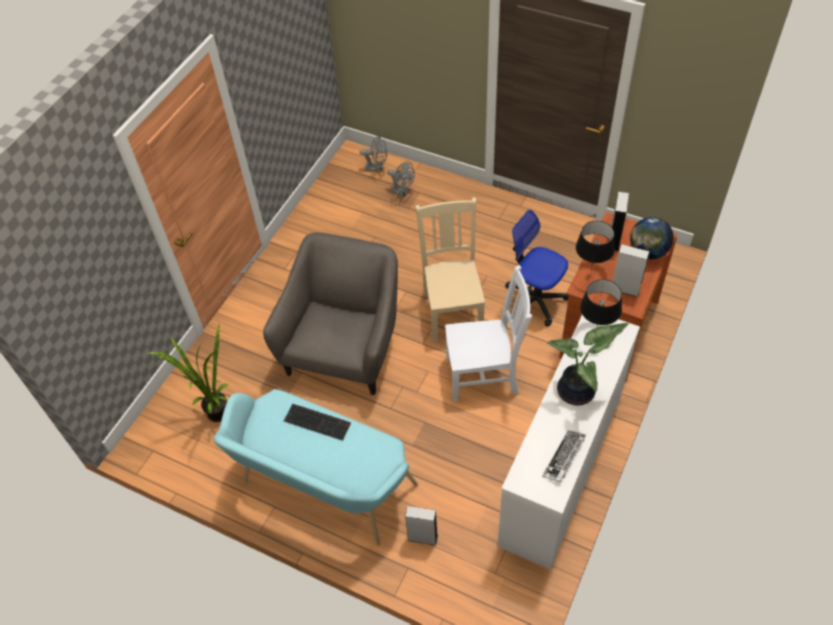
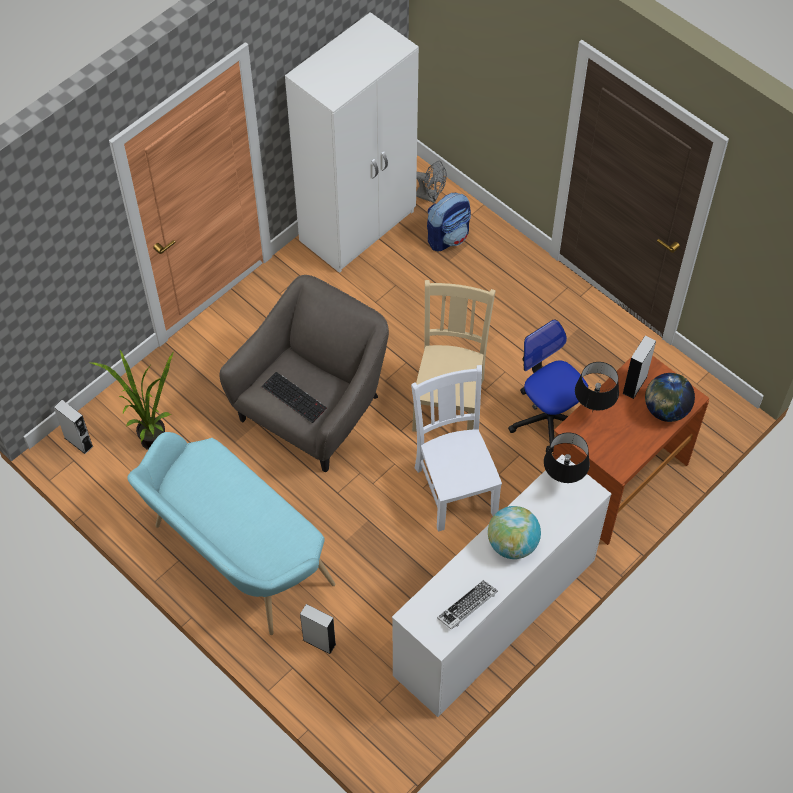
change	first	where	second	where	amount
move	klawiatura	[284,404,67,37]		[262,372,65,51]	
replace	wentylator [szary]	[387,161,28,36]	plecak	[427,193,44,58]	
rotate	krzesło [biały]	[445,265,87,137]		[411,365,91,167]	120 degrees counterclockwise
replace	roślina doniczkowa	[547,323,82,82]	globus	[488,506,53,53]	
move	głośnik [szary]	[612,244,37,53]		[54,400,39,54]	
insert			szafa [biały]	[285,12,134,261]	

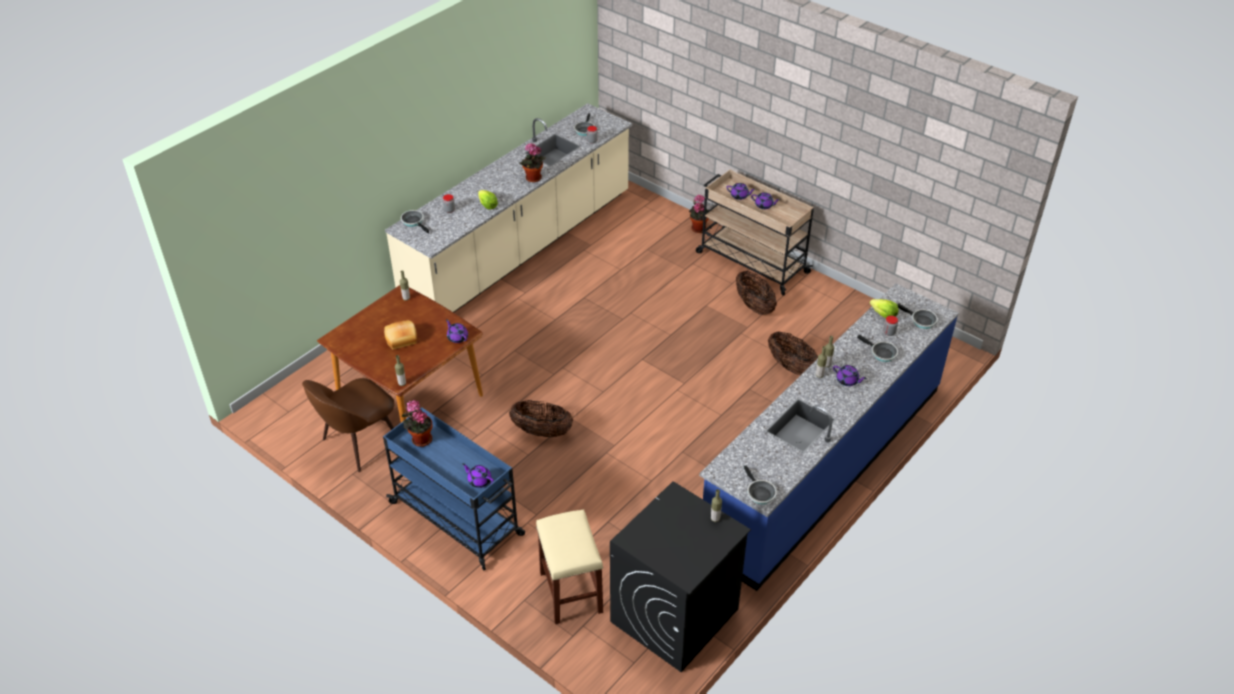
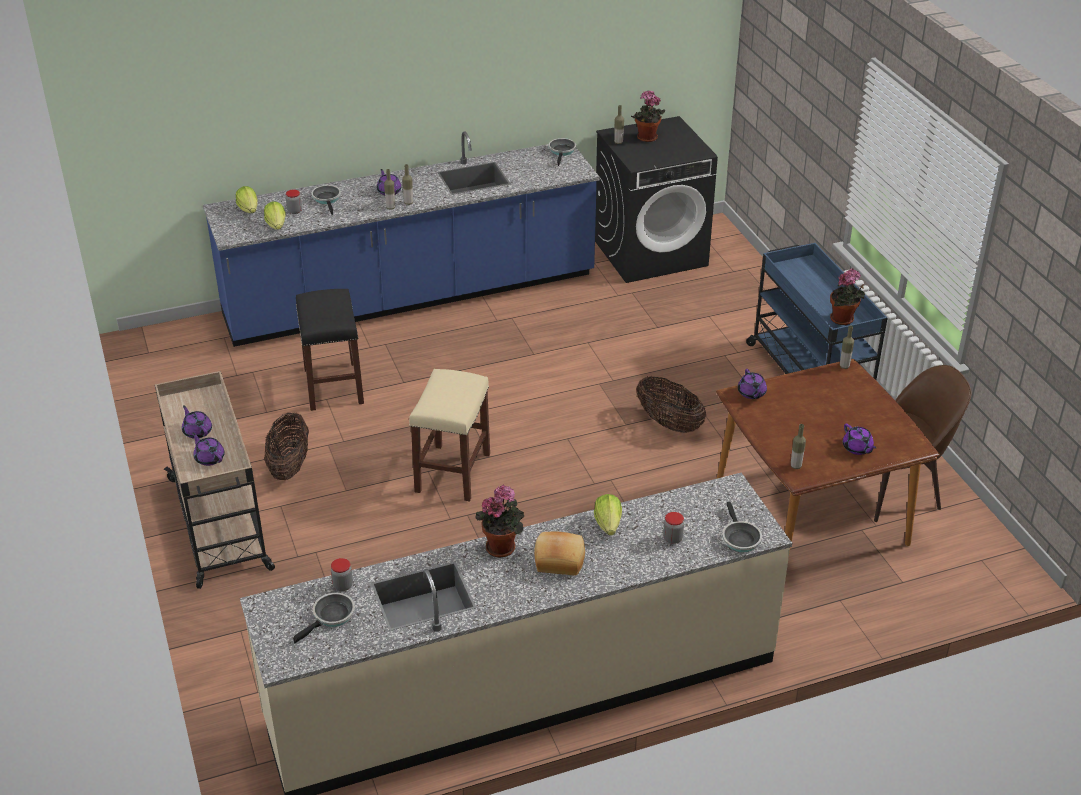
change	first	where	second	where	amount
move	chleb	[384,320,33,29]		[534,532,51,44]	
move	imbryk [fioletowy]	[462,463,32,25]		[843,424,33,31]	
move	stołek [beżowy]	[536,509,67,115]		[409,369,81,132]	
move	roślina doniczkowa	[689,194,20,39]		[631,90,34,52]	
replace	koszyk	[768,331,50,44]	stołek [czarny]	[296,289,68,122]	
replace	patelnia	[897,304,41,25]	sałata	[236,186,22,27]	

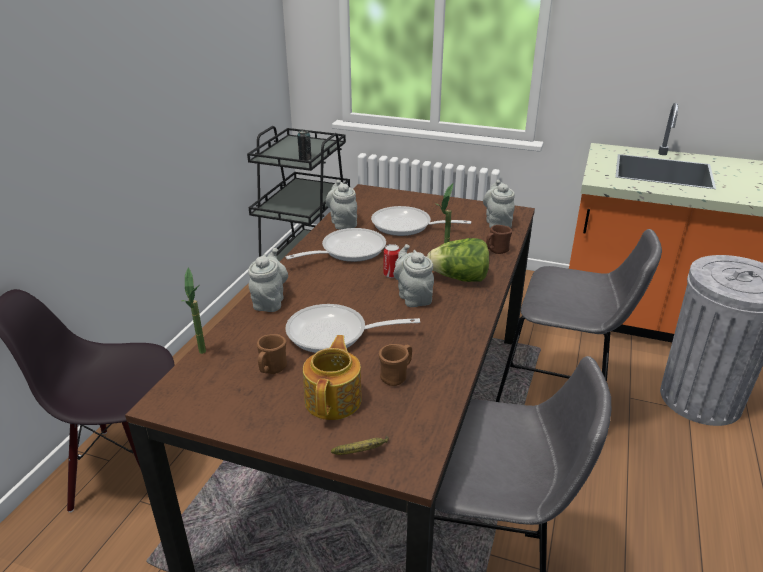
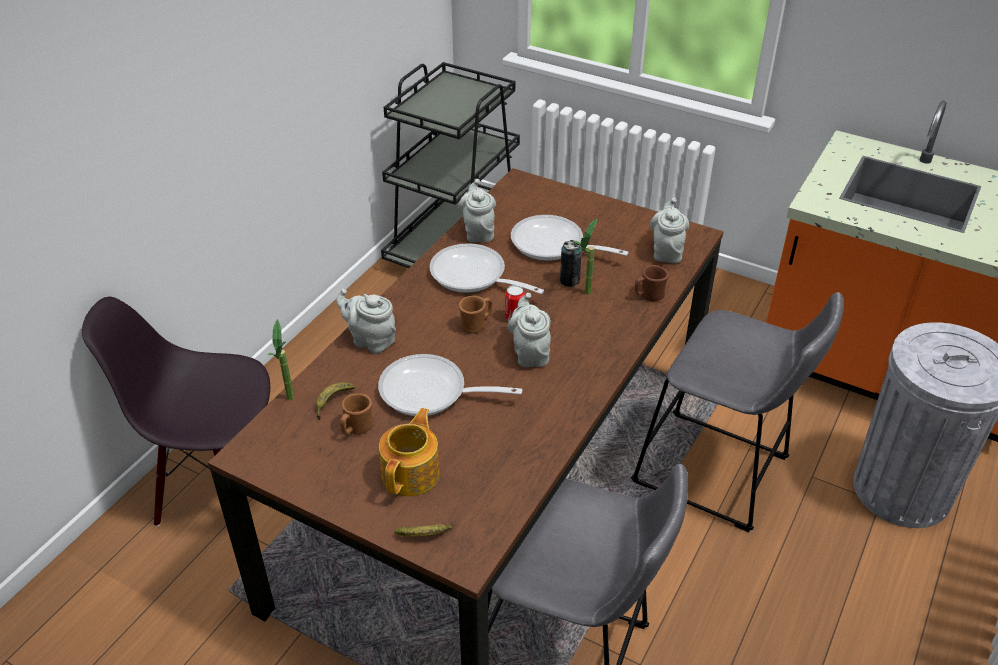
change	first	where	second	where	amount
rotate	imbryk [szary]	[248,248,40,64]		[336,289,60,65]	75 degrees counterclockwise
rotate	patelnia	[285,228,101,34]		[429,243,115,51]	120 degrees counterclockwise
move	puszka	[297,130,15,31]		[560,240,22,47]	
move	kubek [brązowy]	[379,344,33,42]		[459,296,33,38]	
delete	sałata	[427,238,62,44]			
insert			banan	[316,382,39,38]	

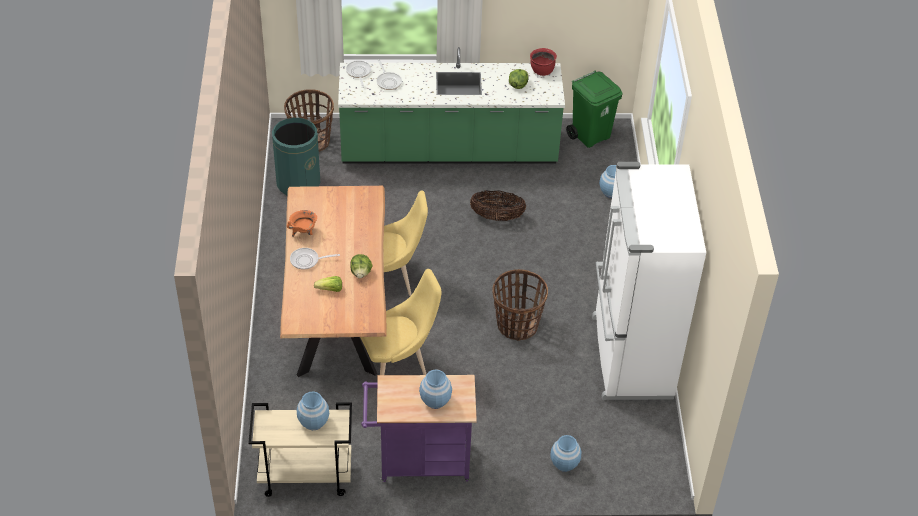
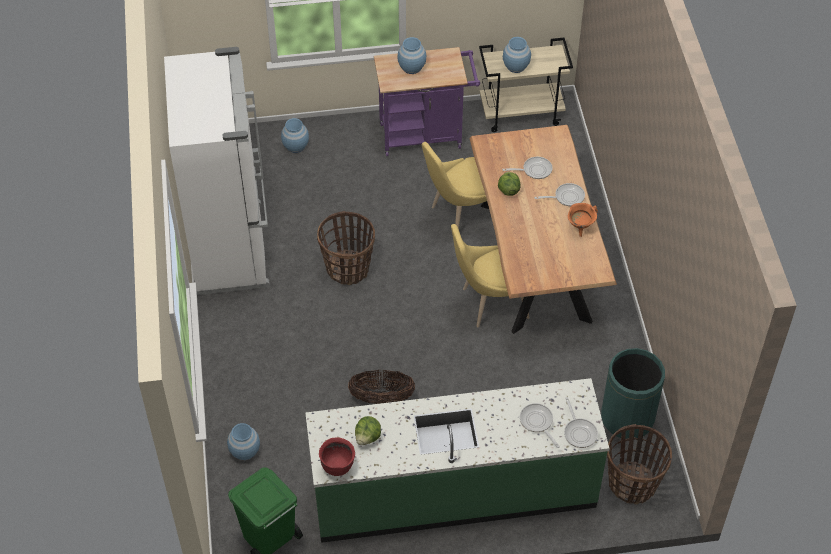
change	first	where	second	where	amount
replace	sałata	[314,276,28,16]	patelnia	[502,157,51,22]	

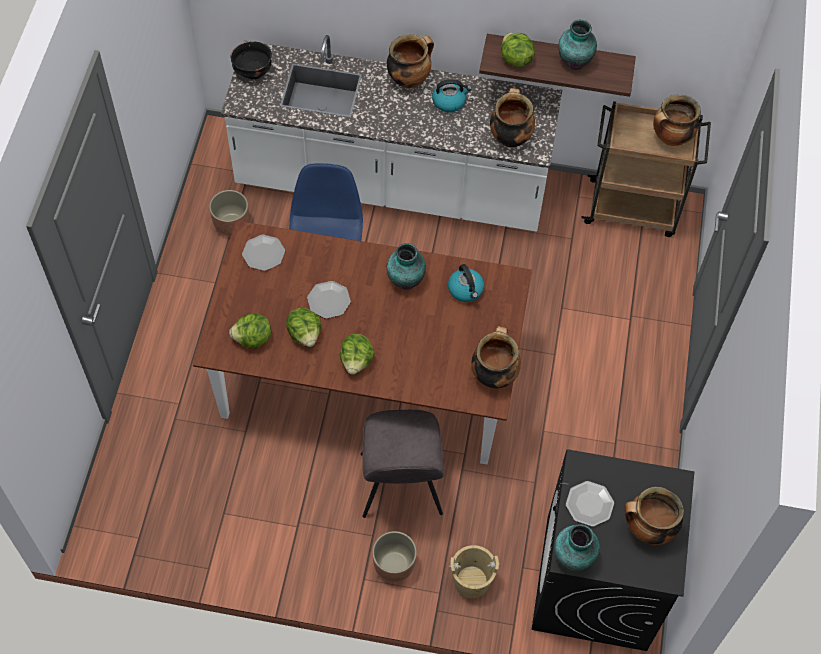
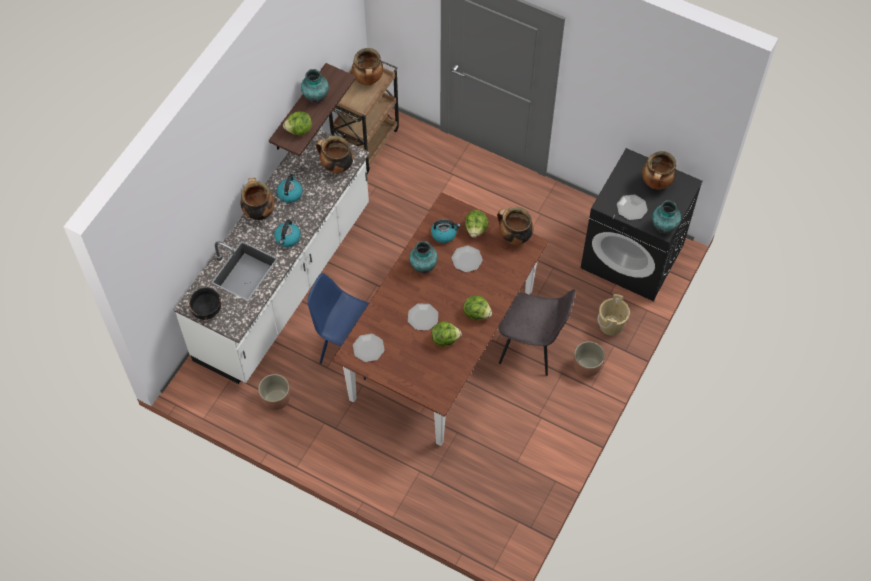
change	first	where	second	where	amount
move	sałata	[229,313,42,35]		[465,210,24,28]	
insert			czajnik	[274,219,27,28]	
insert			talerz	[451,246,32,26]	

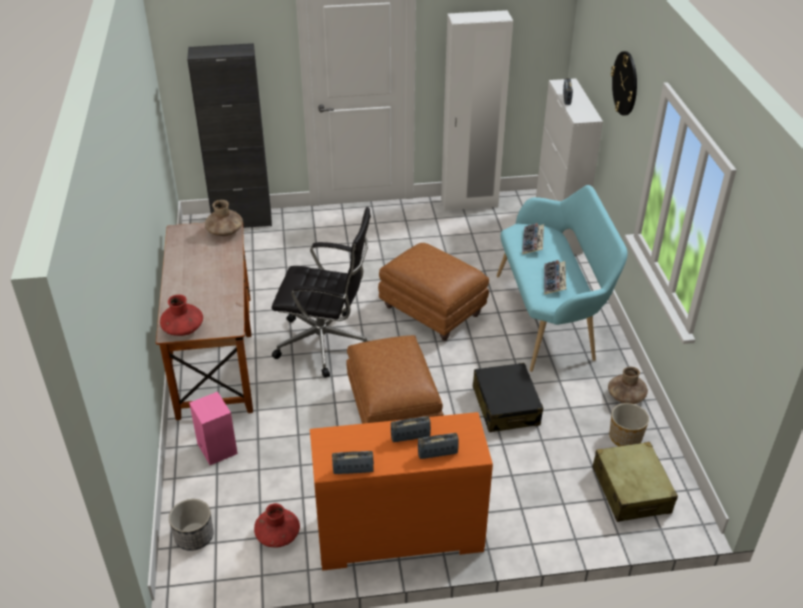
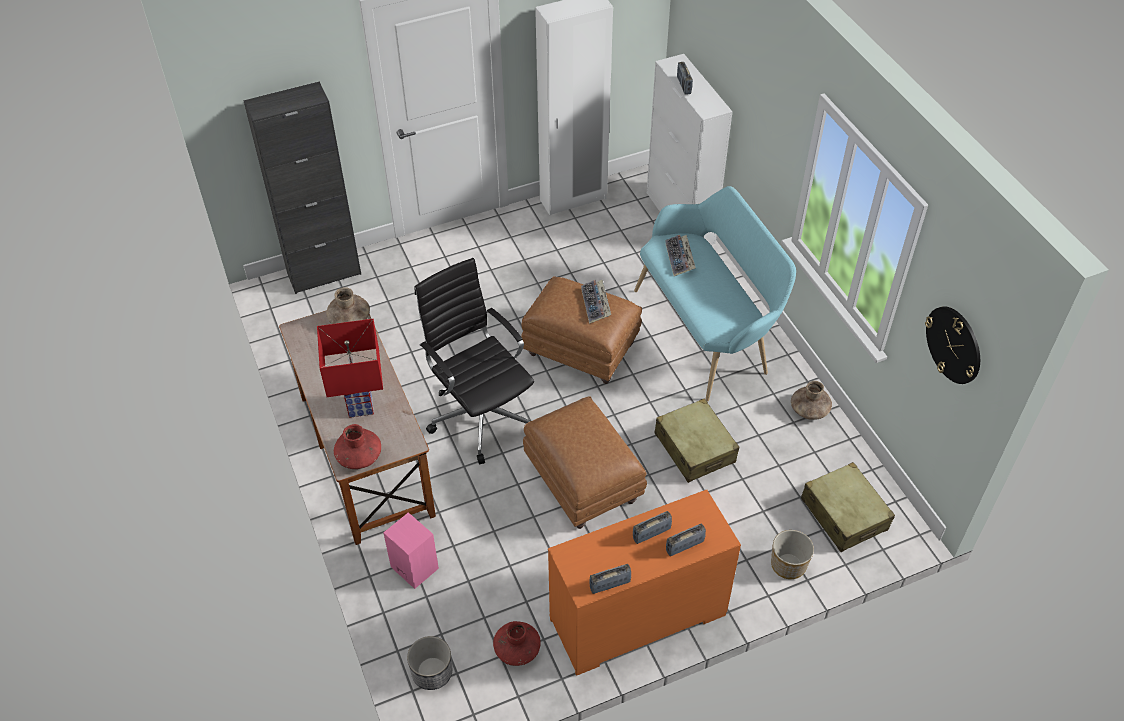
change	first	where	second	where	amount
rotate	krzesło biurowe [czarny]	[272,207,99,171]		[414,258,120,206]	120 degrees counterclockwise
recolor	walizka [czarny]	[473,363,70,69]	walizka [beżowy]	[654,398,85,85]	
move	klawiatura	[544,260,22,35]		[581,280,30,44]	
move	donica	[609,403,40,43]		[771,530,43,49]	
move	zegar ścienny	[611,51,26,65]		[925,306,55,78]	
insert			lampa stołowa [czerwony]	[317,319,66,99]	

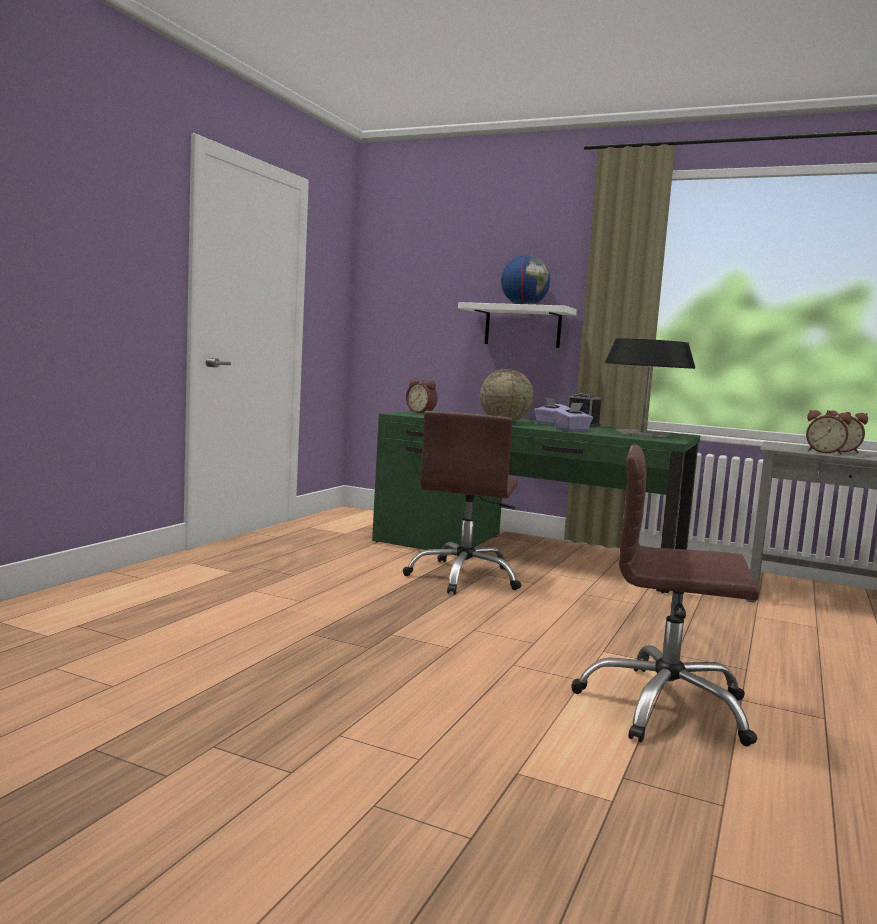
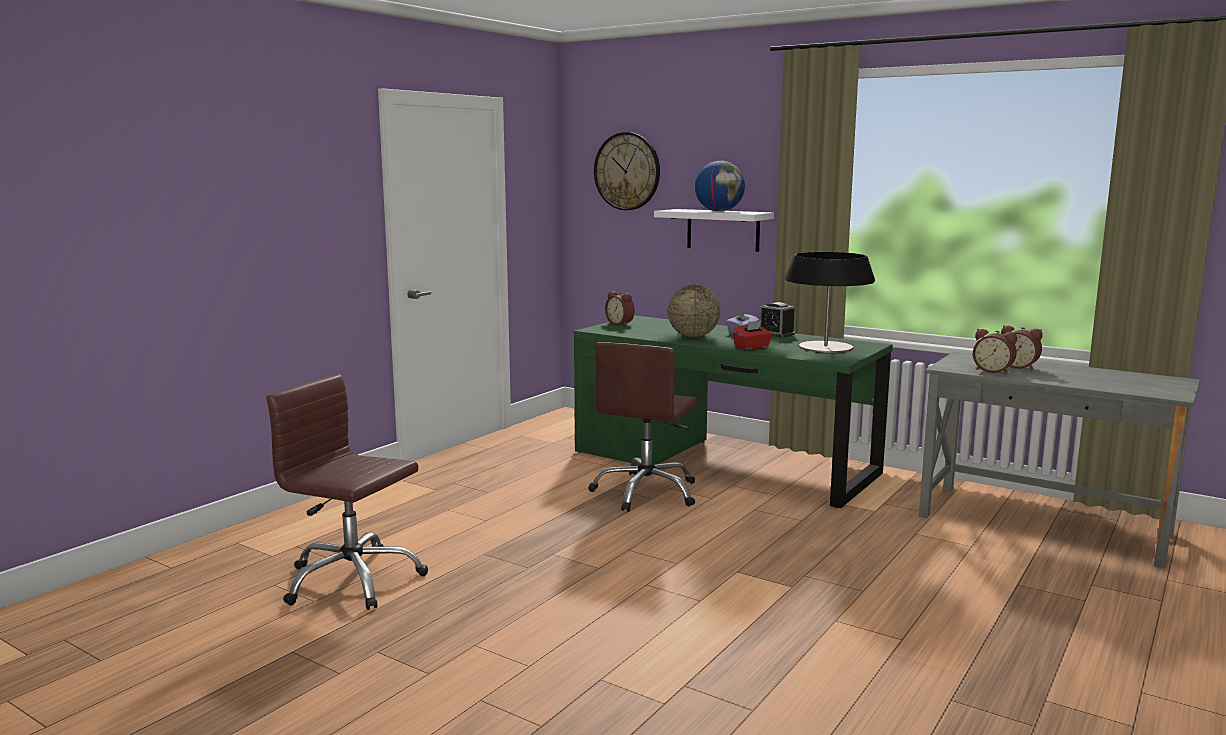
change	first	where	second	where	amount
recolor	pudełko chusteczek [fioletowy]	[554,403,39,28]	pudełko chusteczek [czerwony]	[732,321,41,29]	
move	krzesło biurowe [brązowy]	[571,444,188,303]		[266,374,162,236]	
insert			zegar ścienny	[594,132,66,78]	

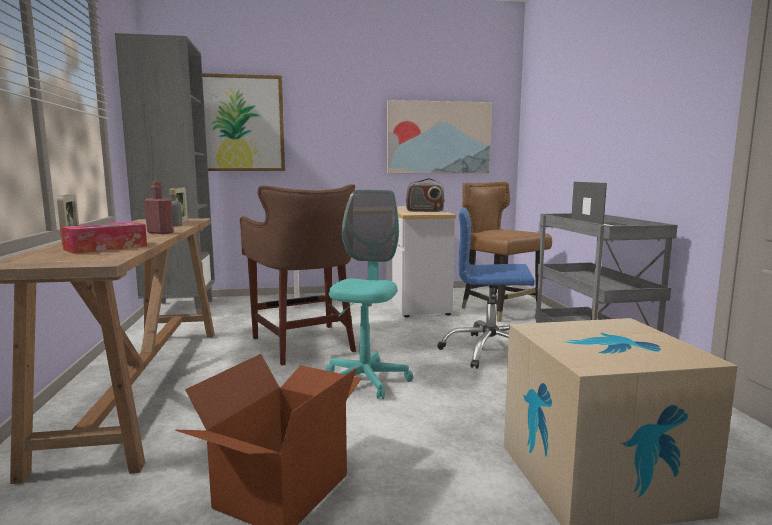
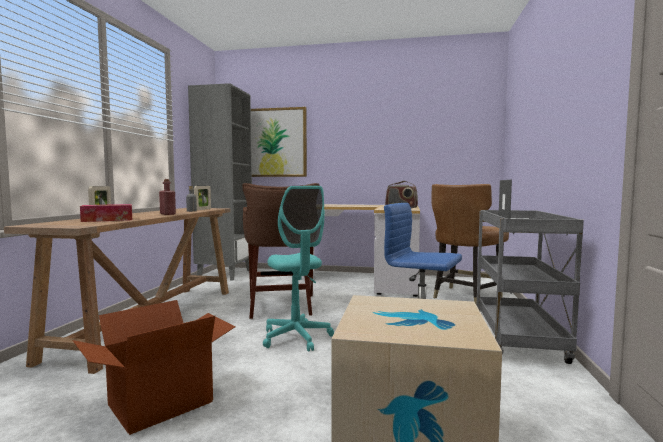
change	first	where	second	where	amount
rotate	krzesło biurowe [turkusowy]	[326,190,87,209]		[263,186,71,166]	120 degrees clockwise
delete	obraz	[387,100,105,73]			
rotate	krzesło [brązowy]	[462,182,90,140]		[431,184,78,121]	120 degrees counterclockwise

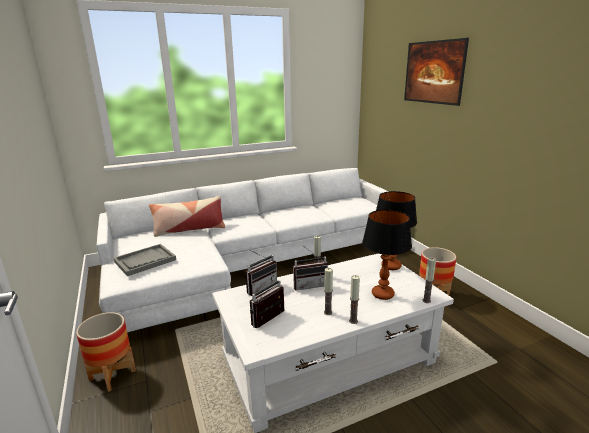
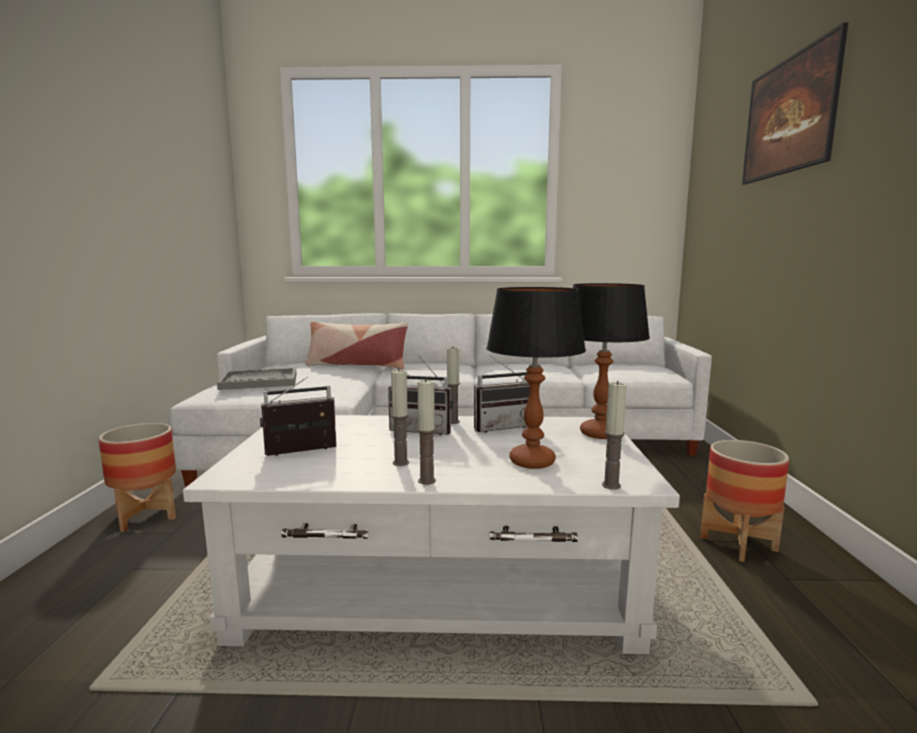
change	first	where	second	where	amount
move	radio	[245,251,32,45]		[474,355,56,77]	

